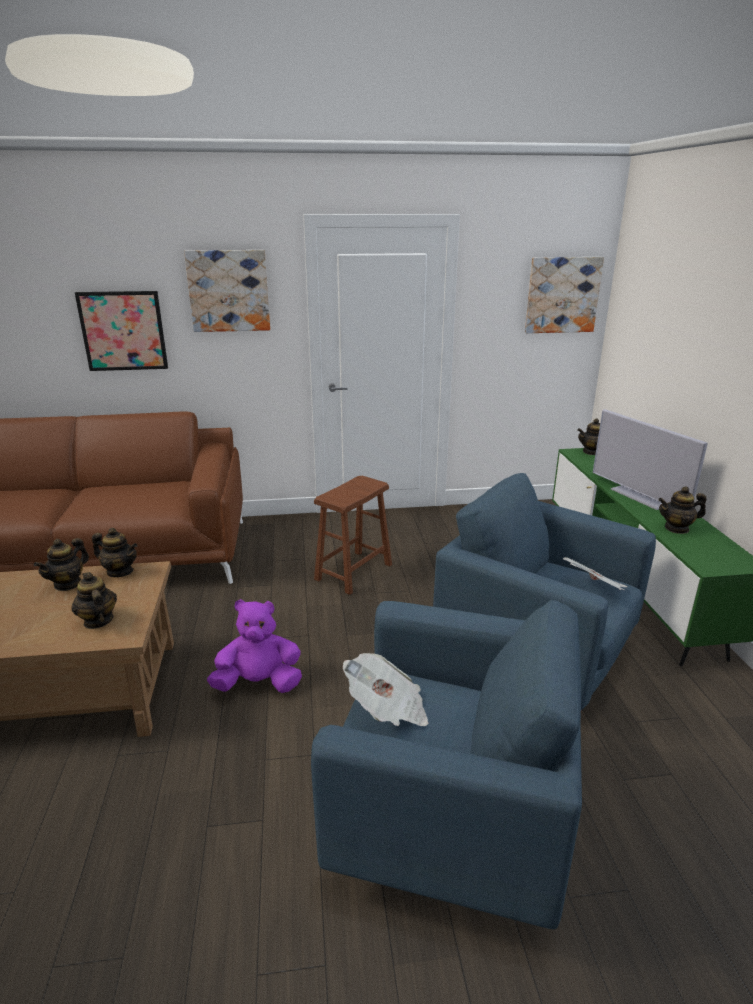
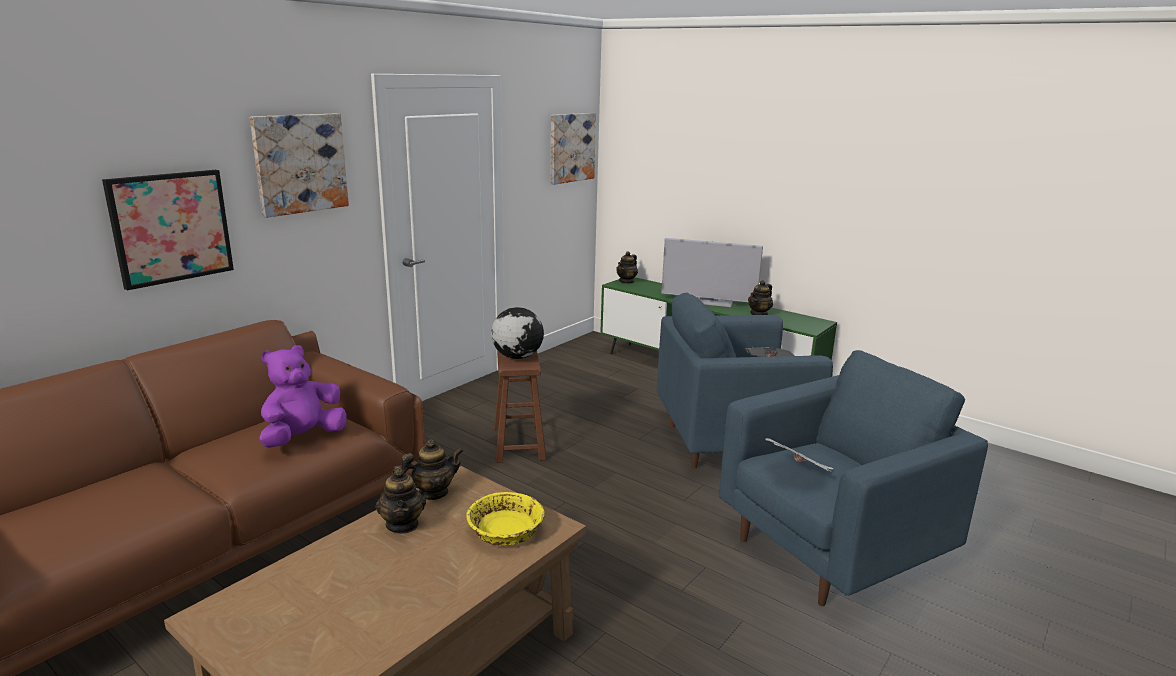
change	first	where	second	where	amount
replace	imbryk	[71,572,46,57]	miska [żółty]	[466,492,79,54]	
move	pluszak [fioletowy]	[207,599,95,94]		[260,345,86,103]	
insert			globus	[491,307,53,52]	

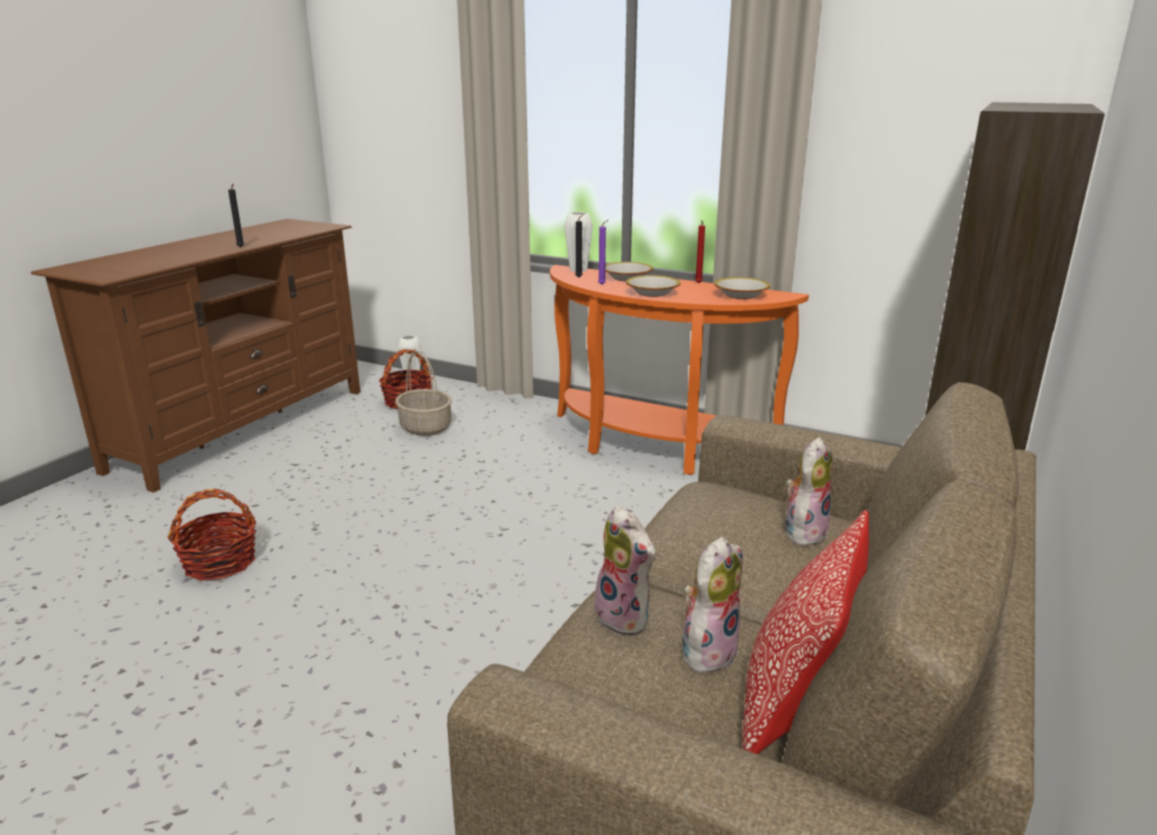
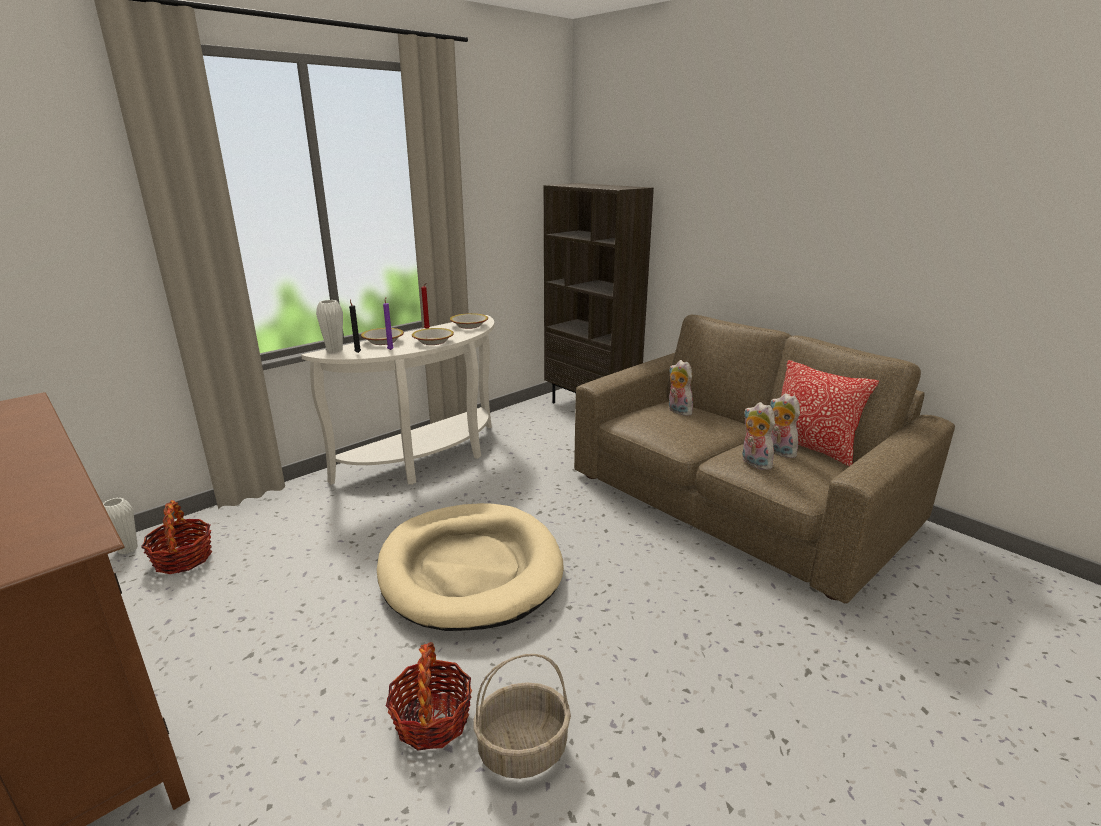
change	first	where	second	where	amount
delete	świeca [czarny]	[228,184,16,63]			
move	koszyk	[395,351,57,85]		[473,654,98,125]	
recolor	stolik konsolowy [pomarańczowy]	[550,265,259,210]	stolik konsolowy [biały]	[301,315,193,170]	
rotate	pluszak	[594,505,61,131]		[742,402,33,68]	105 degrees counterclockwise
insert			legowisko [beżowy]	[377,503,187,128]	

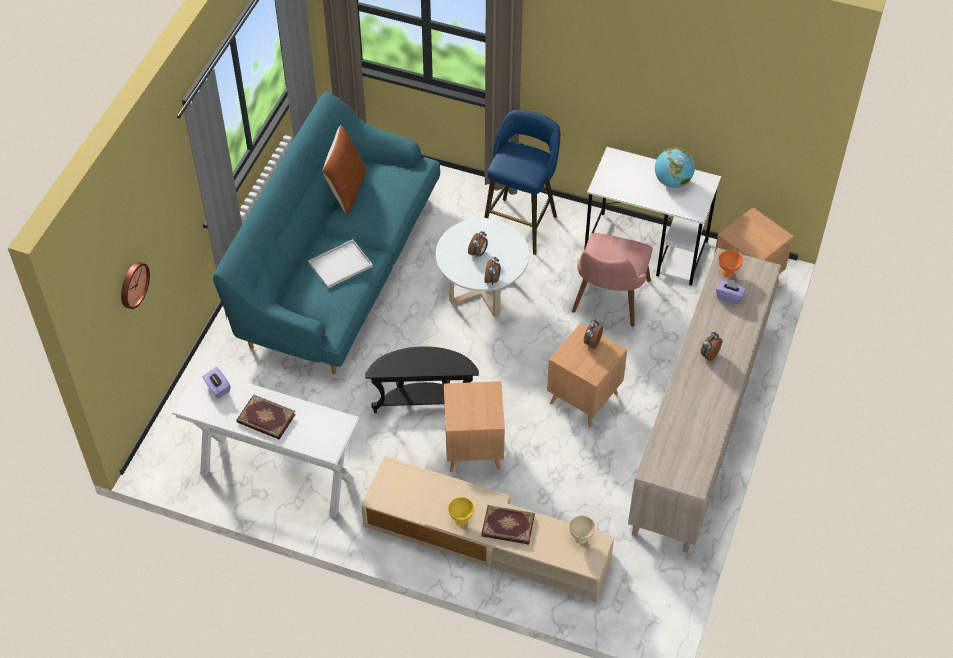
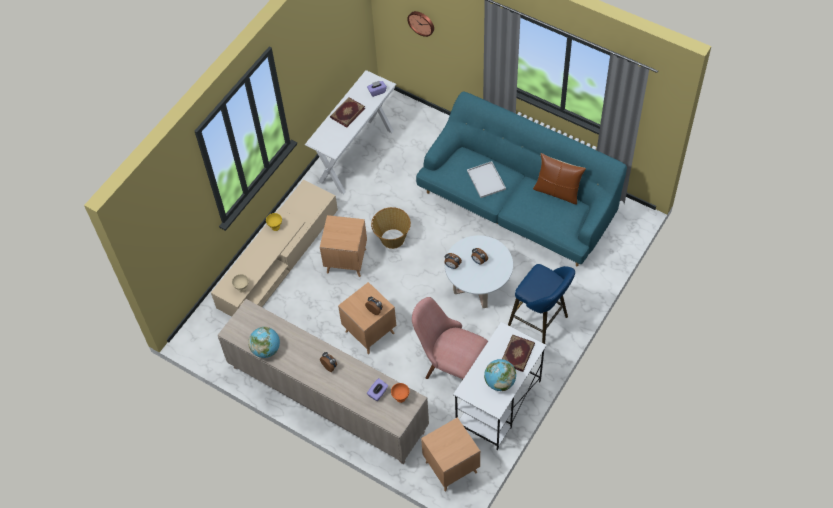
change	first	where	second	where	amount
replace	stolik [czarny]	[365,346,114,67]	koszyk	[371,207,40,42]	
move	książka	[481,505,54,40]		[502,334,33,38]	
insert			globus	[248,327,32,31]	

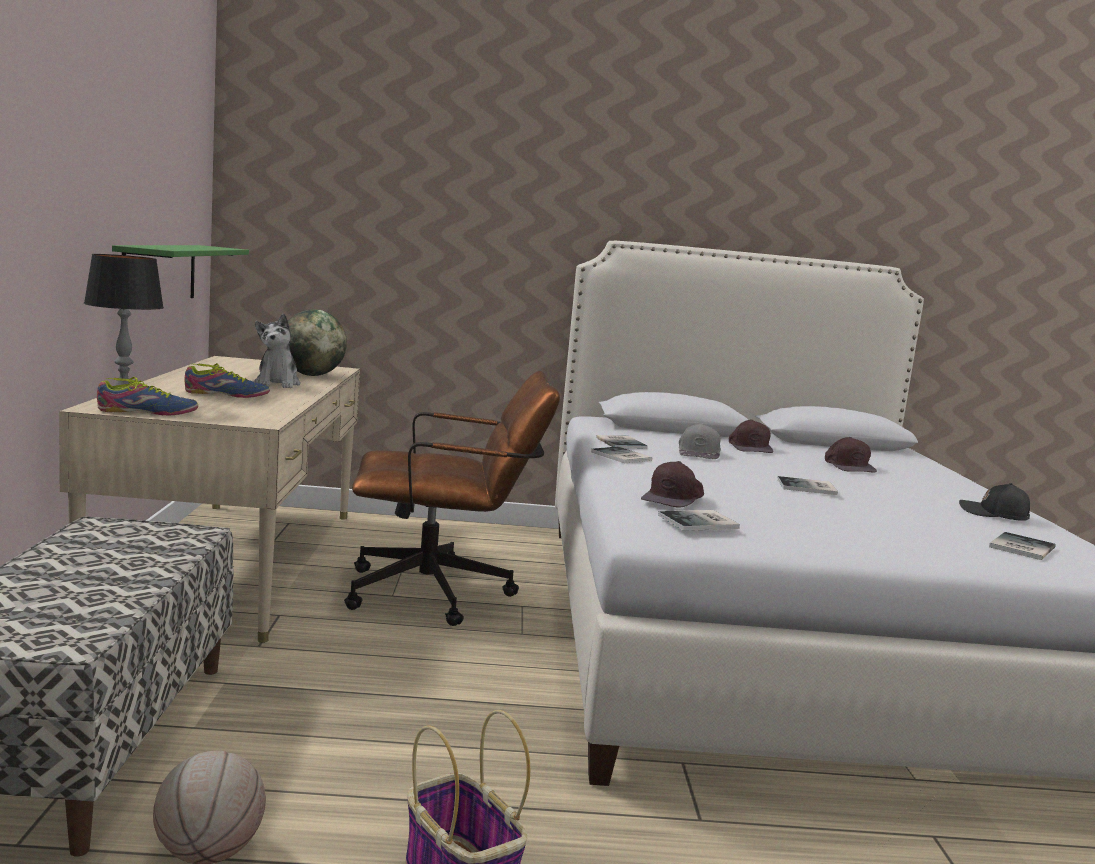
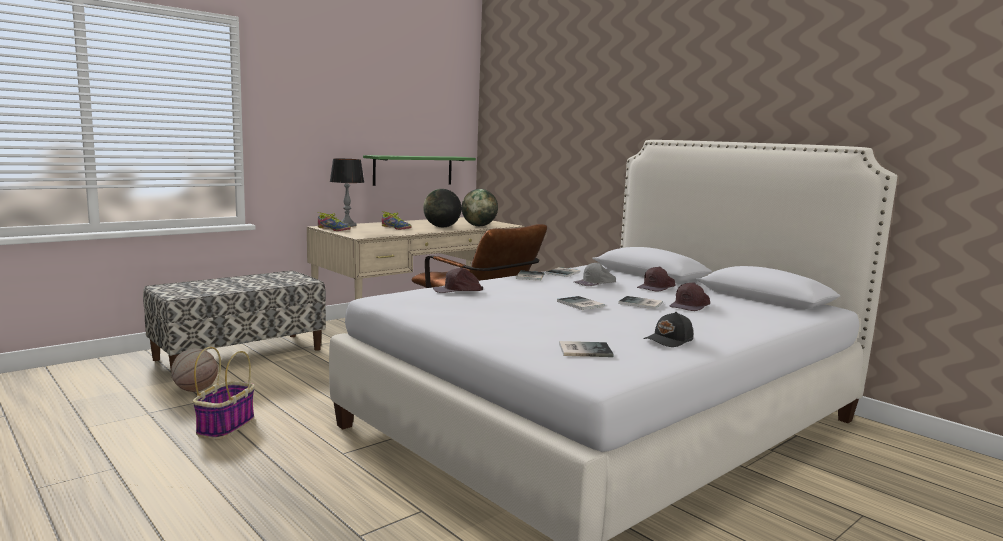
change	first	where	second	where	amount
replace	pluszak	[254,314,47,74]	globus	[423,189,38,38]	
move	książka	[658,510,82,21]		[618,296,45,13]	
rotate	czapka z daszkiem [czarny]	[959,483,71,38]		[643,312,50,35]	120 degrees counterclockwise

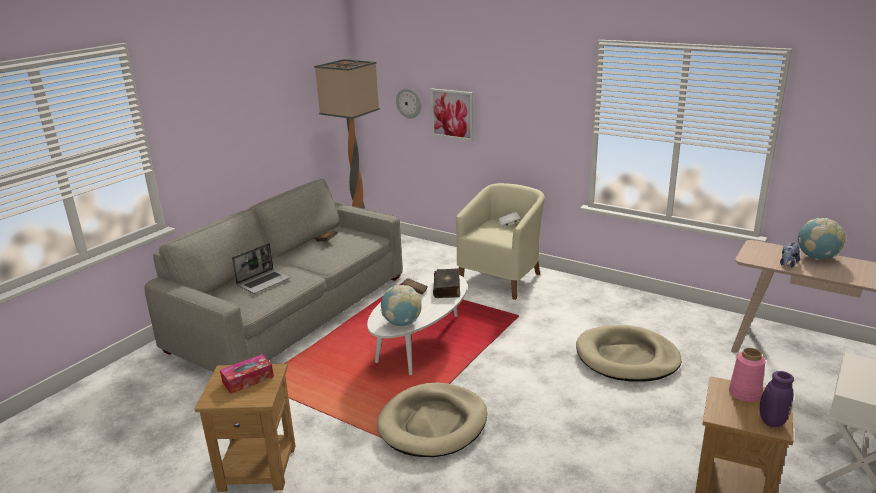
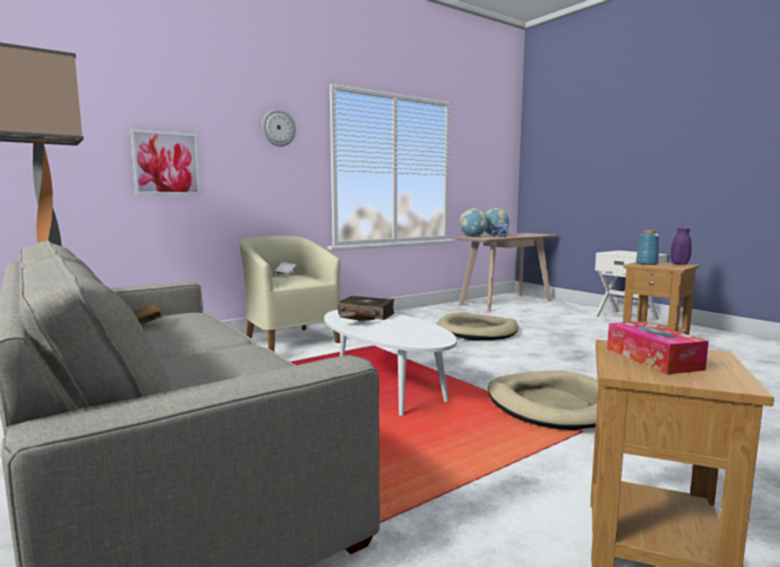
change	first	where	second	where	amount
delete	laptop	[232,243,59,50]			
move	globus	[381,285,41,42]		[459,208,29,29]	
move	zegar ścienny	[396,88,25,30]		[262,109,34,38]	
recolor	wazon [różowy]	[729,348,36,54]	wazon [niebieski]	[636,230,23,35]	

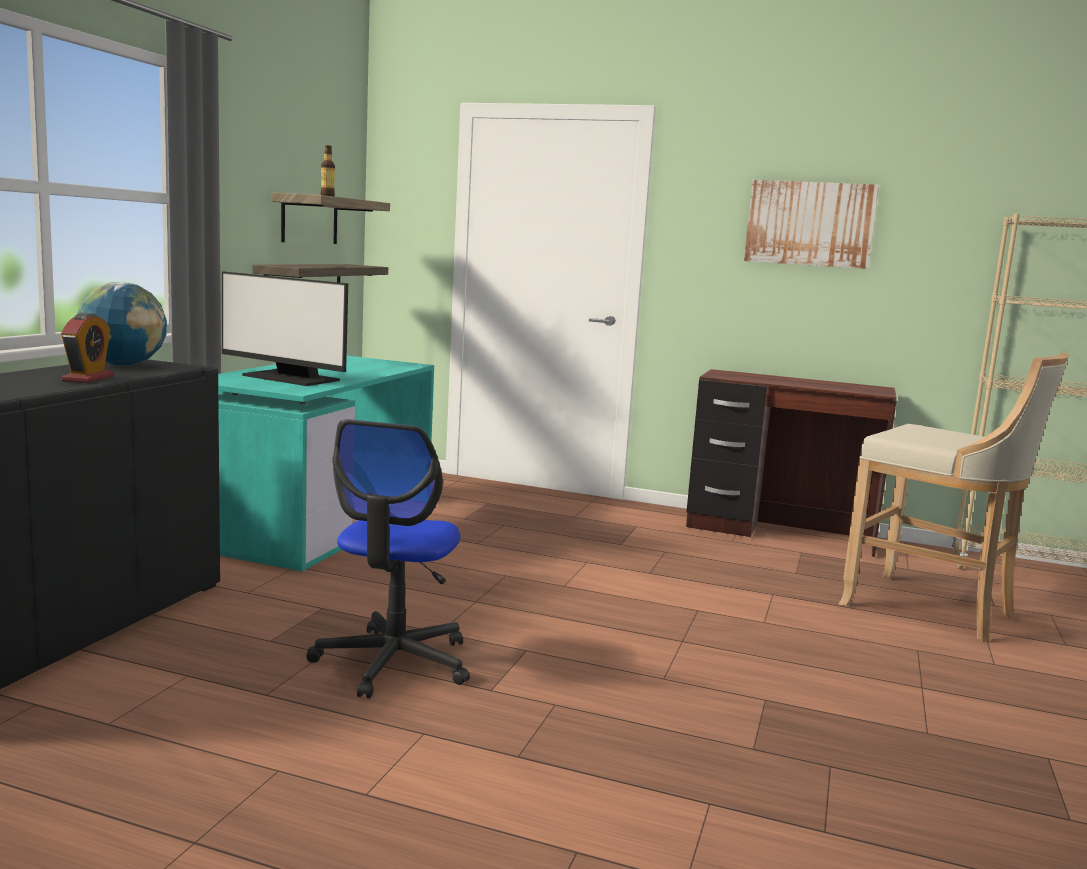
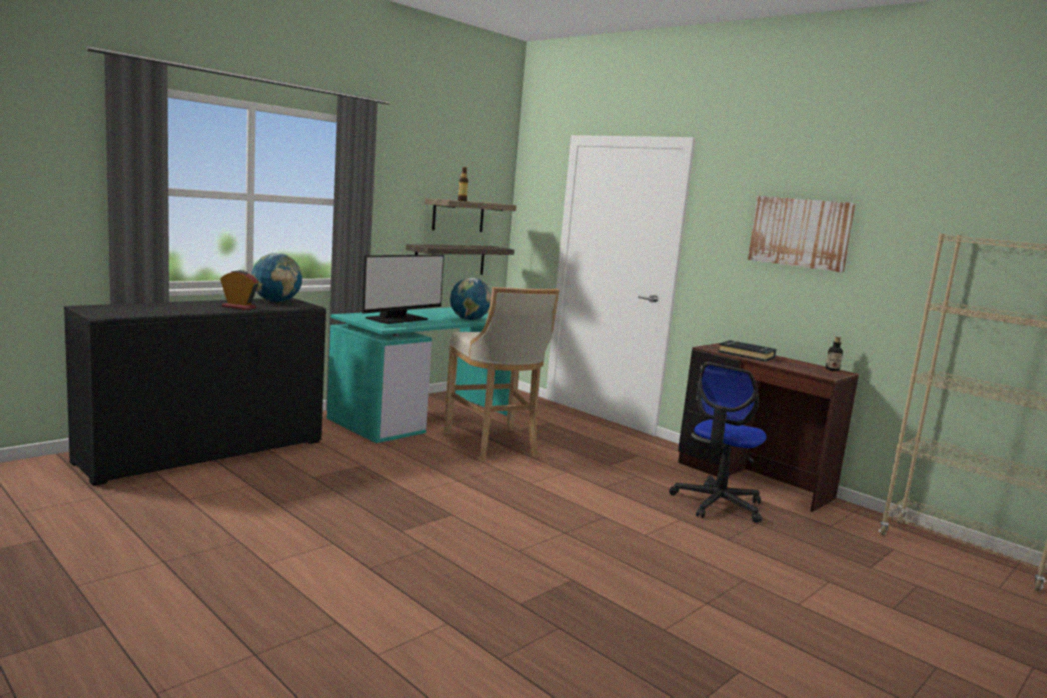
change	first	where	second	where	amount
rotate	budzik	[61,313,53,70]		[220,270,39,40]	105 degrees counterclockwise
rotate	monitor	[222,272,126,114]		[362,255,82,69]	105 degrees counterclockwise
move	krzesło biurowe	[306,419,164,280]		[669,362,97,161]	
move	stołek [beżowy]	[839,352,230,290]		[442,287,118,175]	
insert			globus	[450,278,41,42]	
insert			książka [czarny]	[718,340,58,22]	
insert			butelka	[826,337,17,34]	

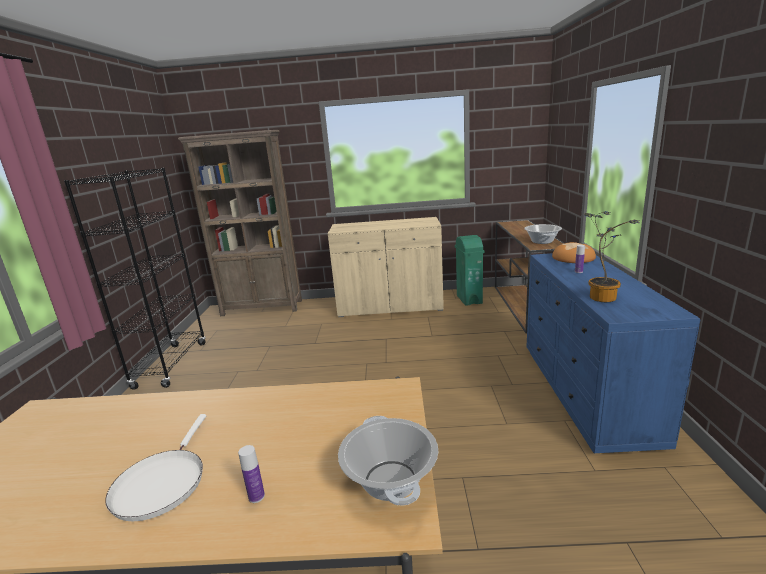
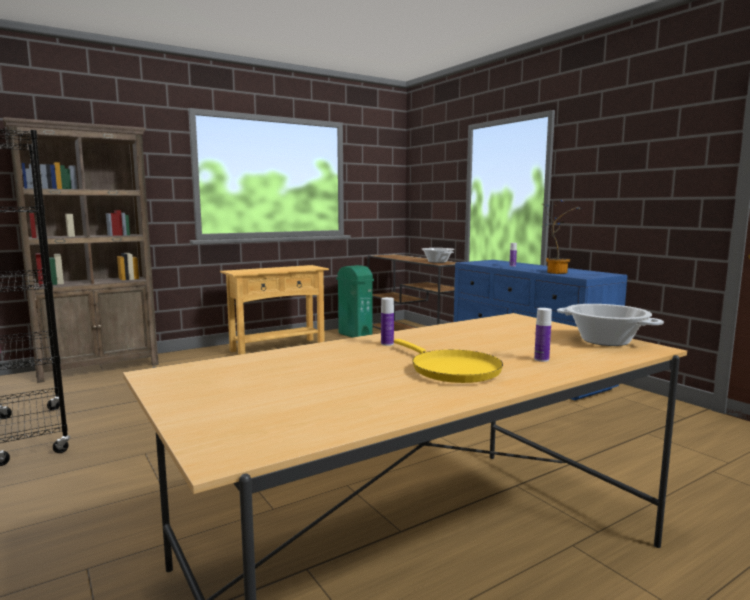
change	first	where	second	where	amount
recolor	patelnia [biały]	[105,414,101,107]	patelnia [żółty]	[394,339,109,44]	
replace	szafka [beżowy]	[328,217,116,100]	stolik konsolowy [beżowy]	[220,265,109,90]	
delete	chleb	[552,242,44,21]			
insert			butelka	[381,297,13,49]	

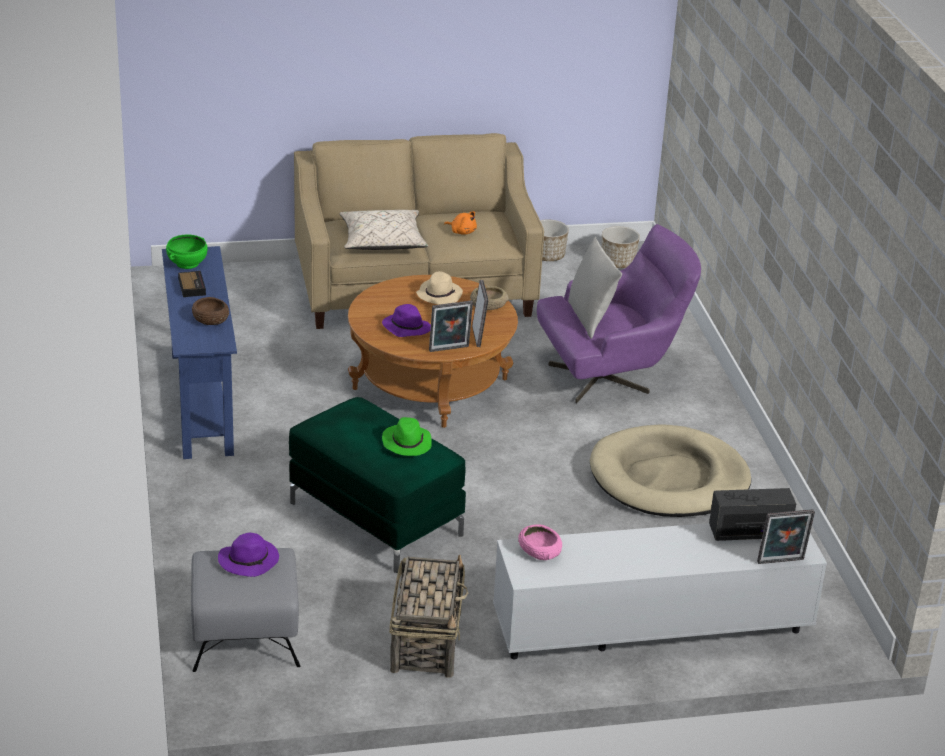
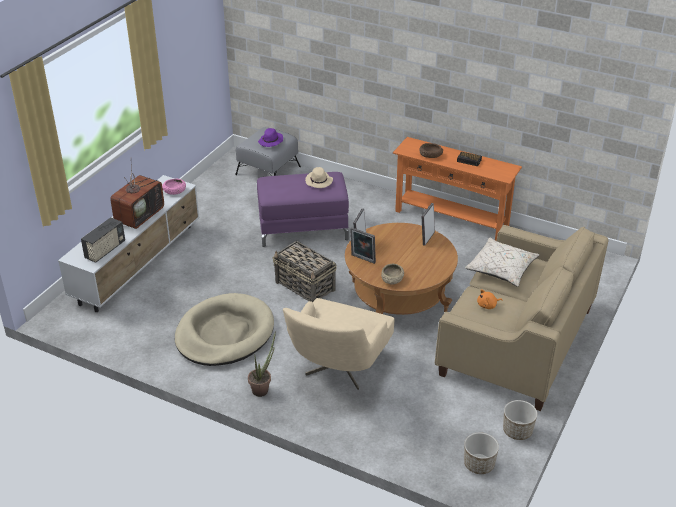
change	first	where	second	where	amount
recolor	stolik konsolowy [niebieski]	[162,246,75,213]	stolik konsolowy [pomarańczowy]	[393,137,129,104]	
delete	miska [zielony]	[166,235,41,34]			
recolor	pufa [zielony]	[289,397,177,176]	pufa [fioletowy]	[257,172,92,75]	
delete	kapelusz [fioletowy]	[382,304,49,33]			
delete	kapelusz [zielony]	[382,417,50,39]			
move	koszyk	[389,555,79,123]		[272,241,64,62]	
move	kapelusz [beżowy]	[416,271,47,33]		[305,167,28,21]	
recolor	fotel [fioletowy]	[537,224,164,179]	fotel [beżowy]	[283,298,112,92]	
delete	poduszka [szary]	[568,236,54,103]			
move	ramka na zdjęcie	[757,509,58,55]		[421,203,14,43]	
insert			telewizor	[110,168,54,61]	
insert			roślina doniczkowa	[248,331,28,66]	

